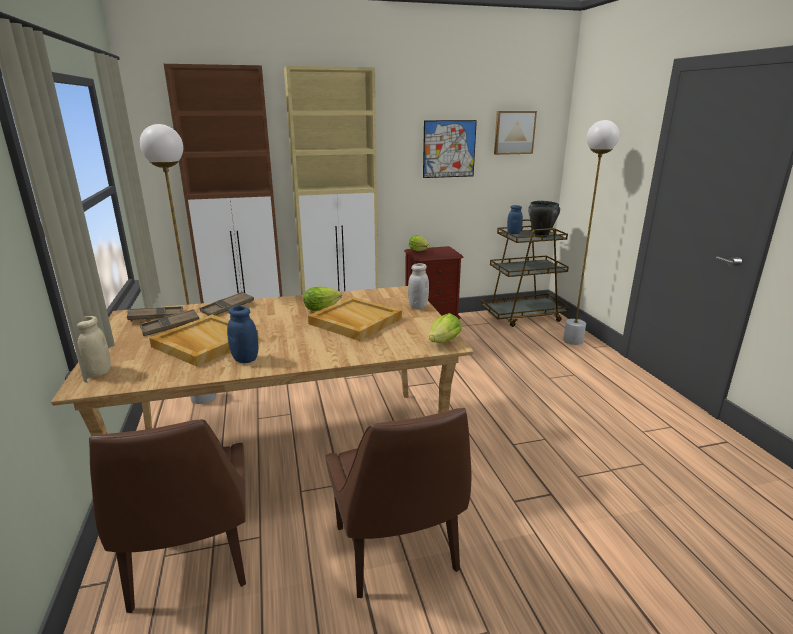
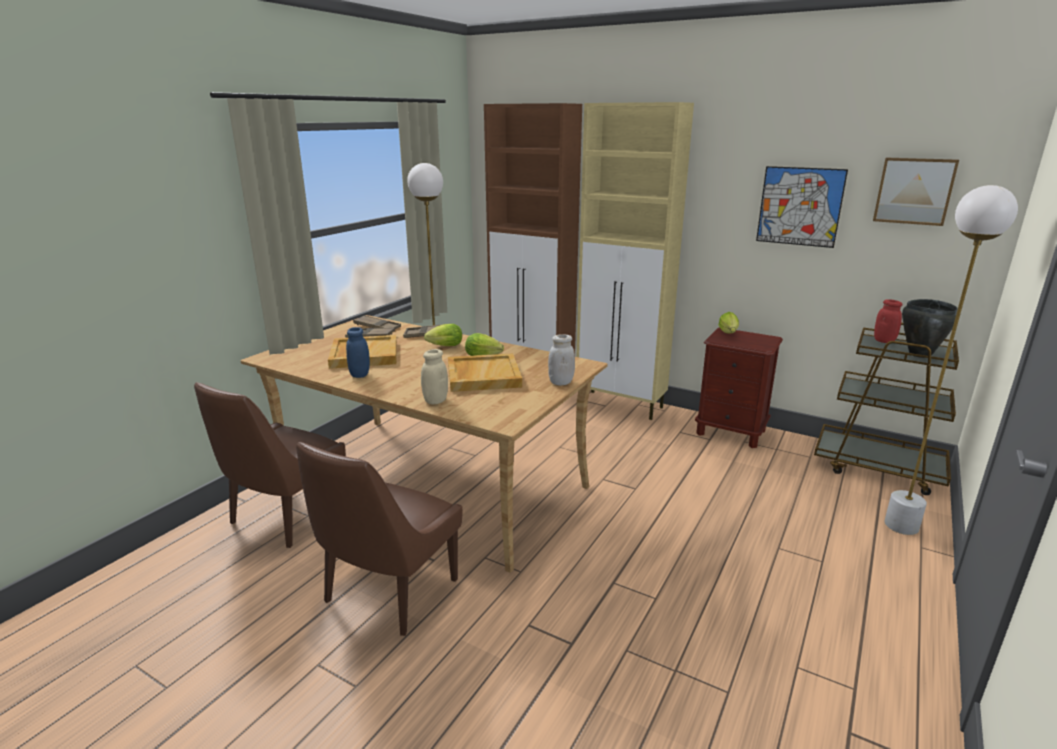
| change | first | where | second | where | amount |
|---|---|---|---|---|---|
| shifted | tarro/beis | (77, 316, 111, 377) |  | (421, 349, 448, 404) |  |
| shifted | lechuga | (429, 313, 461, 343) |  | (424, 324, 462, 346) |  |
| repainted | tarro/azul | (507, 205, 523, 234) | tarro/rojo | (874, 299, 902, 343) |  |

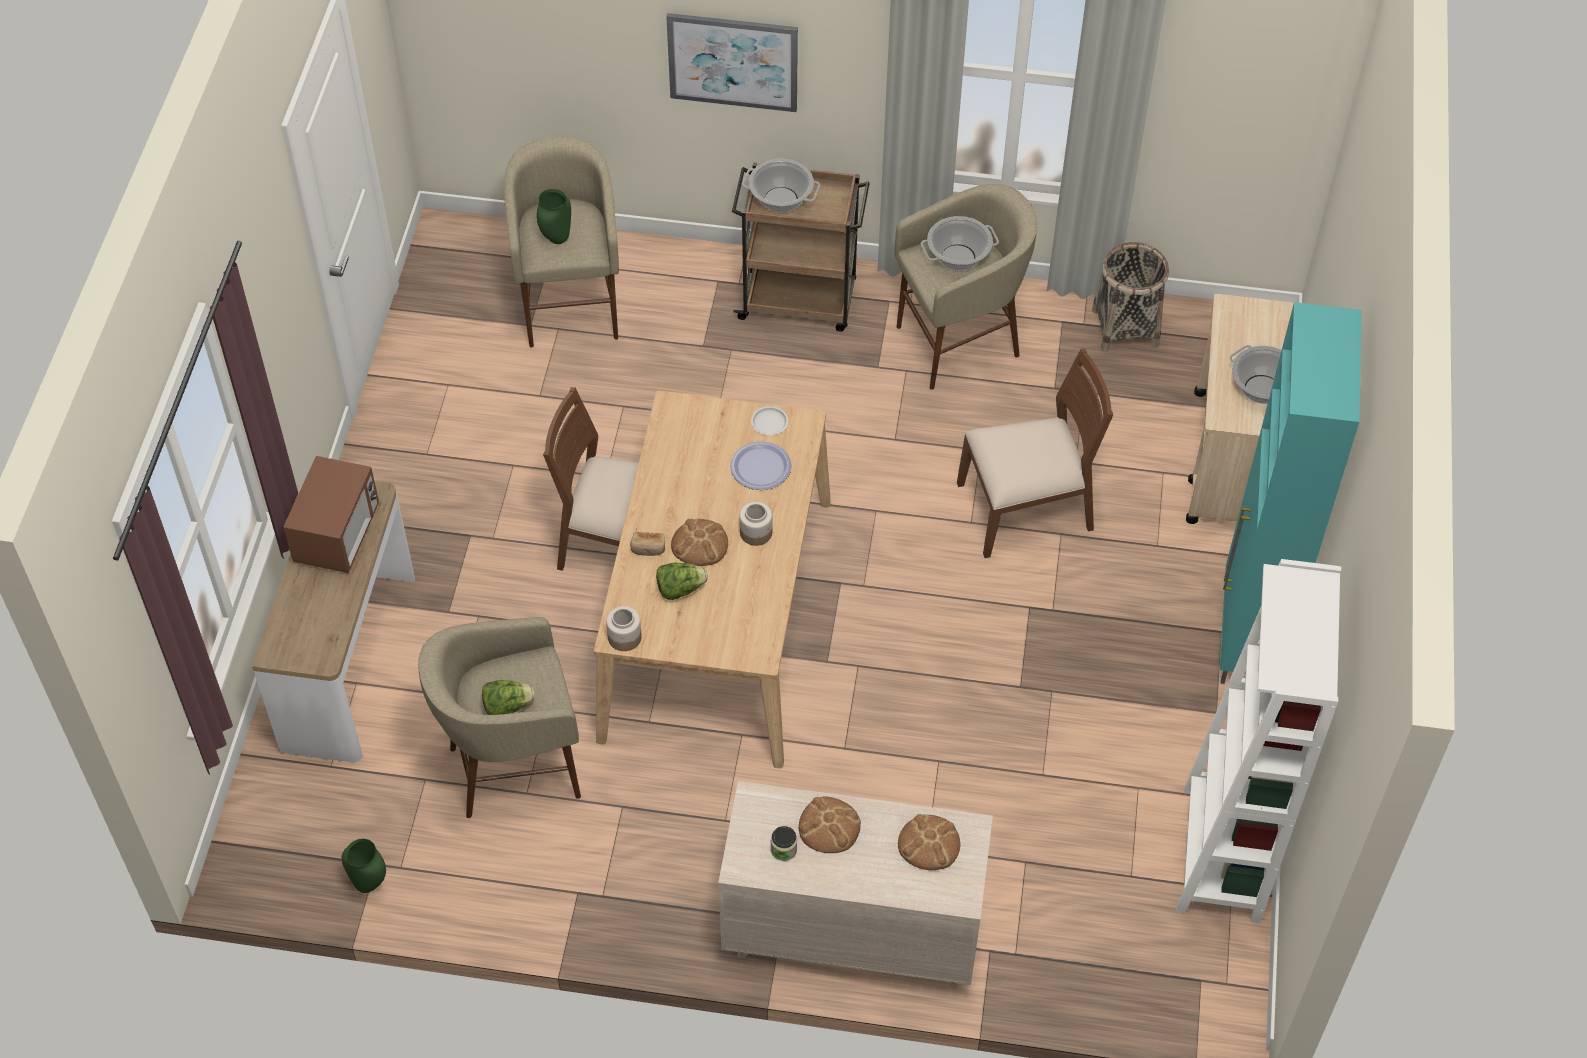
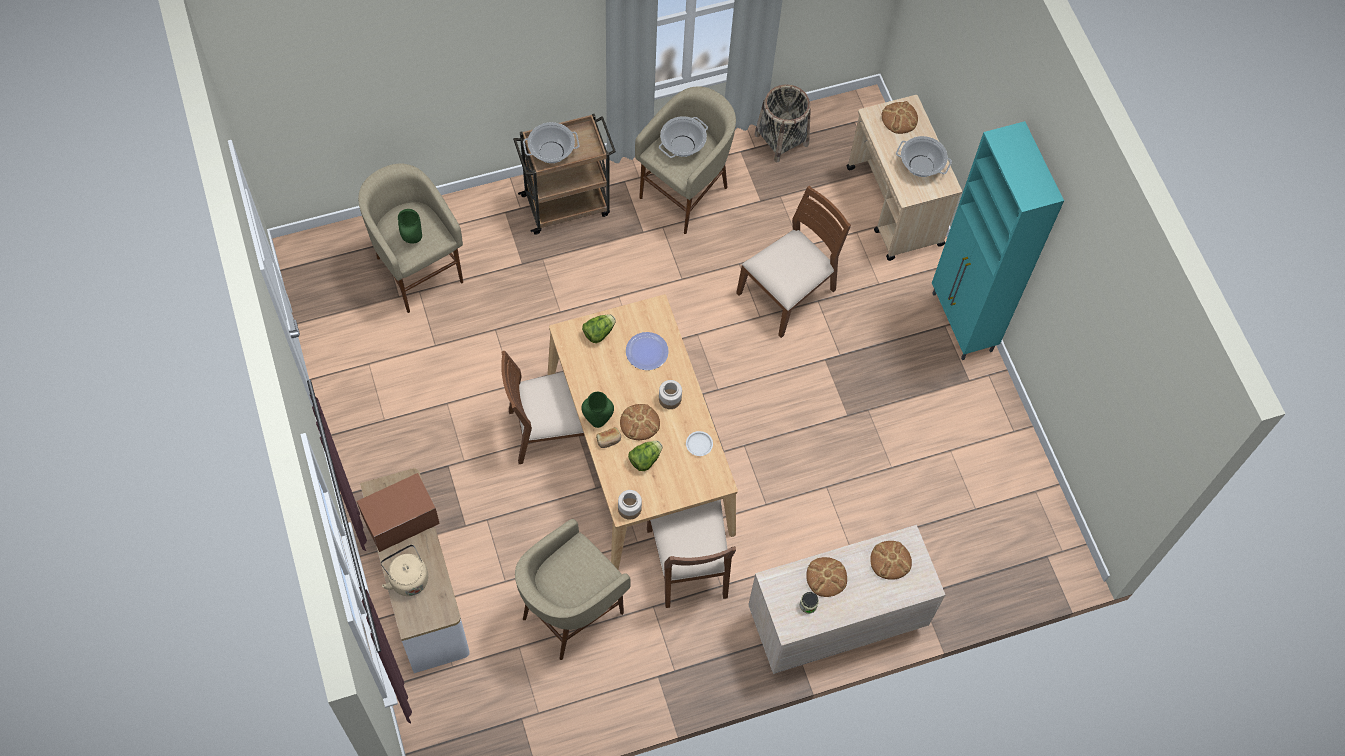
| change | first | where | second | where | amount |
|---|---|---|---|---|---|
| rotated | microondas | (283, 456, 379, 573) |  | (357, 473, 440, 552) | 105 degrees counterclockwise |
| shifted | florero/verde | (342, 839, 386, 893) |  | (581, 392, 614, 428) |  |
| shifted | lechuga | (482, 680, 535, 715) |  | (582, 314, 616, 343) |  |
| gone | cuadro | (666, 13, 798, 112) |  |  |  |
| shifted | plato/blanco | (751, 406, 788, 435) |  | (686, 431, 713, 456) |  |
| gone | estantería/blanco | (1176, 559, 1341, 924) |  |  |  |
| new |  |  | hervidor/beis | (381, 544, 428, 596) |  |
| new |  |  | silla/marrón | (647, 500, 736, 608) |  |
| new |  |  | pan | (882, 101, 918, 134) |  |

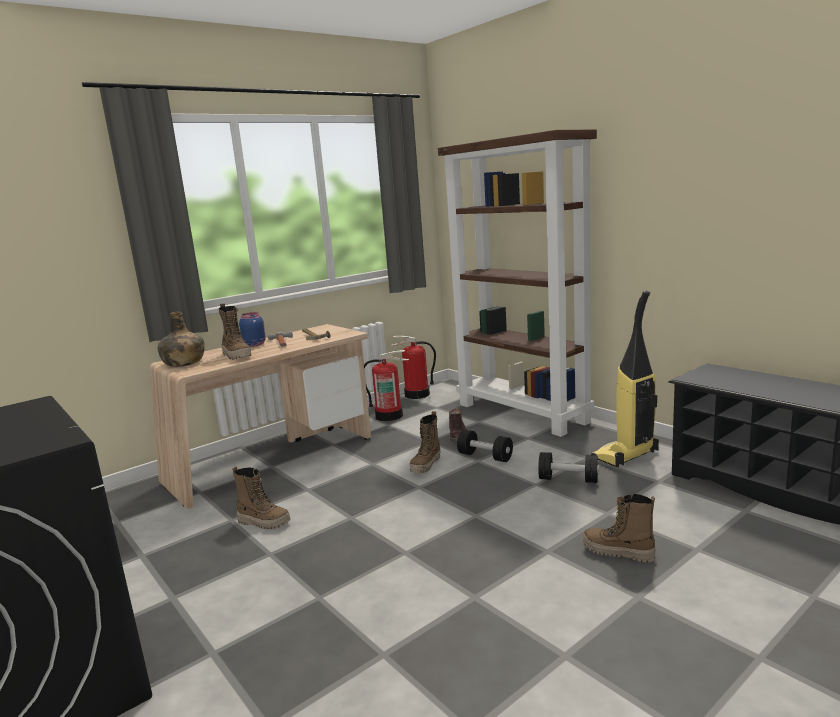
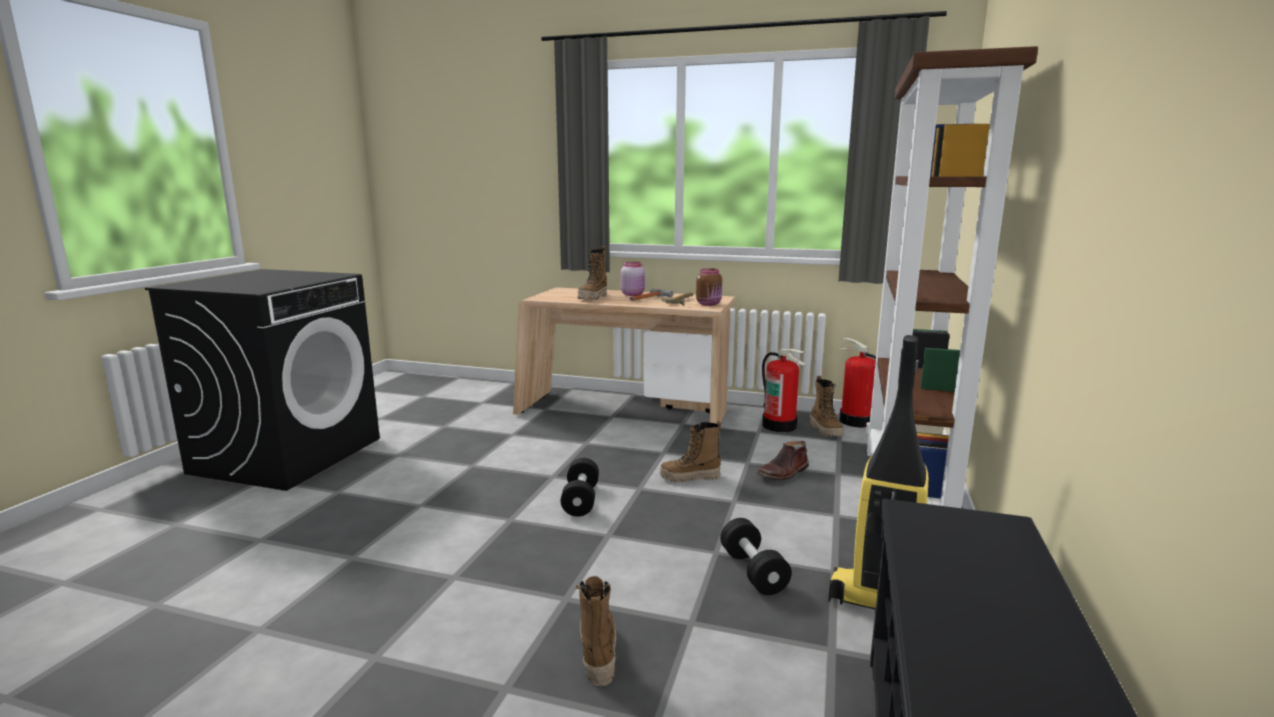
| change | first | where | second | where | amount |
|---|---|---|---|---|---|
| gone | botella/verde | (158, 312, 205, 367) |  |  |  |
| shifted | bota | (232, 466, 291, 529) |  | (809, 376, 844, 437) |  |
| repainted | tarro/azul | (239, 312, 266, 347) | tarro/rosa | (621, 262, 645, 296) |  |
| shifted | mancuerna/negro | (457, 430, 513, 462) |  | (561, 458, 599, 517) |  |
| new |  |  | tarro/marrón | (696, 268, 722, 306) |  |

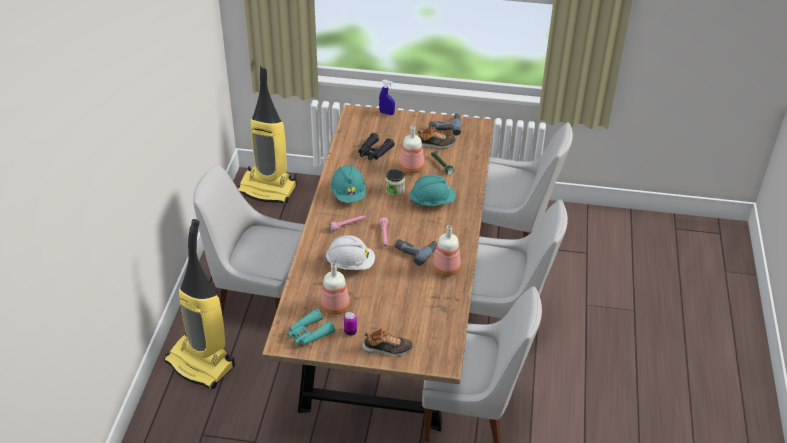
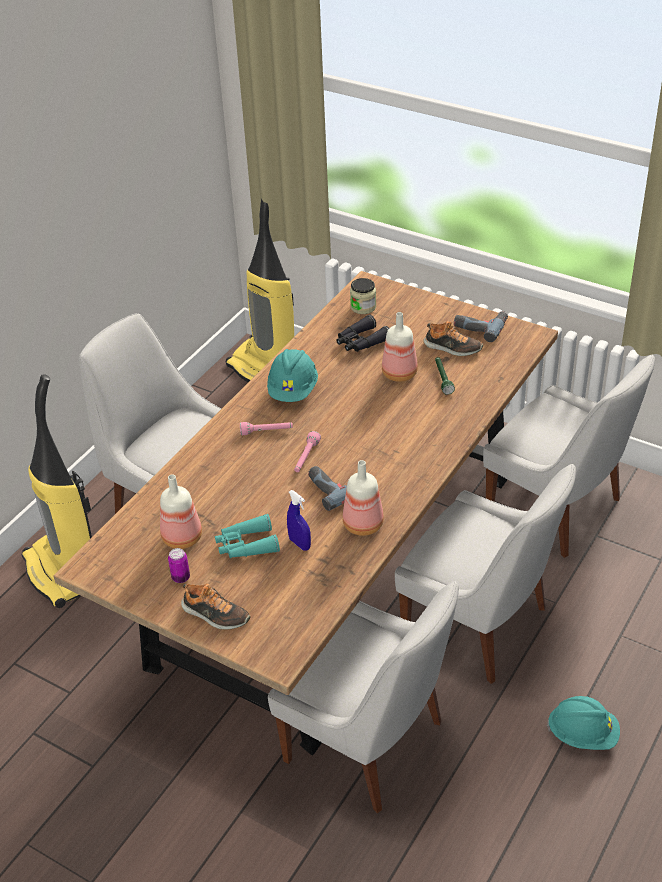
| change | first | where | second | where | amount |
|---|---|---|---|---|---|
| shifted | prismáticos/turquesa | (287, 309, 335, 345) |  | (215, 514, 280, 558) |  |
| gone | casco/blanco | (325, 235, 375, 270) |  |  |  |
| shifted | pulverizador/azul | (379, 80, 395, 115) |  | (287, 490, 311, 551) |  |
| shifted | tarro | (385, 169, 405, 196) |  | (350, 278, 376, 314) |  |
| shifted | casco/turquesa | (409, 175, 456, 206) |  | (547, 696, 620, 750) |  |

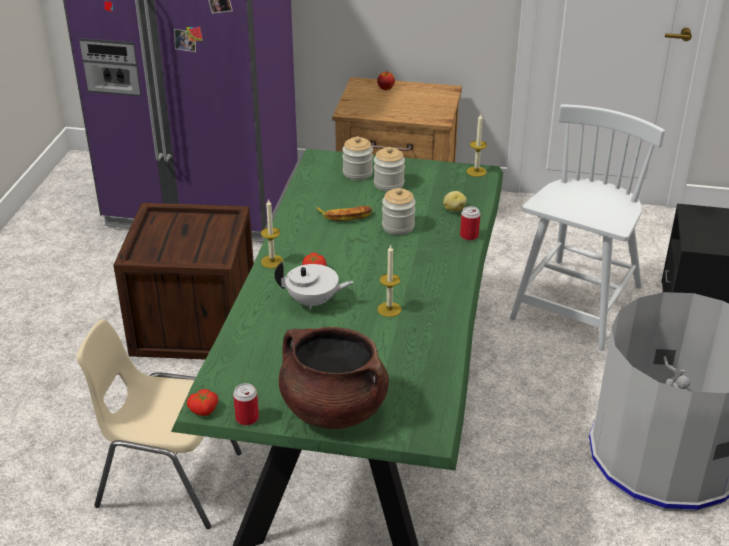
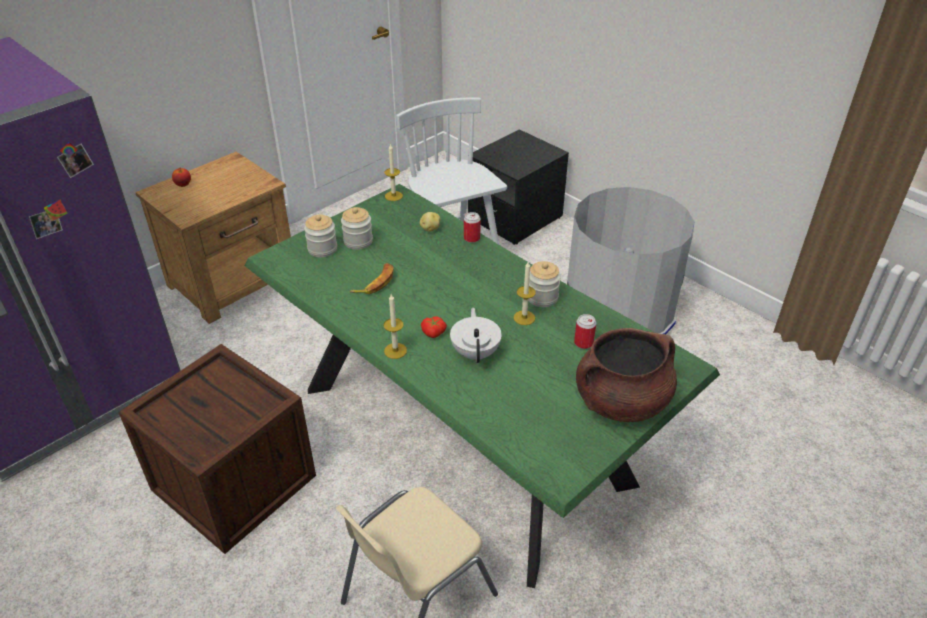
| change | first | where | second | where | amount |
|---|---|---|---|---|---|
| gone | tomate | (187, 389, 218, 416) |  |  |  |
| shifted | lata | (233, 383, 259, 426) |  | (574, 314, 596, 349) |  |
| rotated | tetera/blanco | (275, 261, 353, 310) |  | (450, 308, 502, 363) | 45 degrees counterclockwise |
| shifted | tarro | (382, 188, 415, 235) |  | (528, 261, 561, 307) |  |

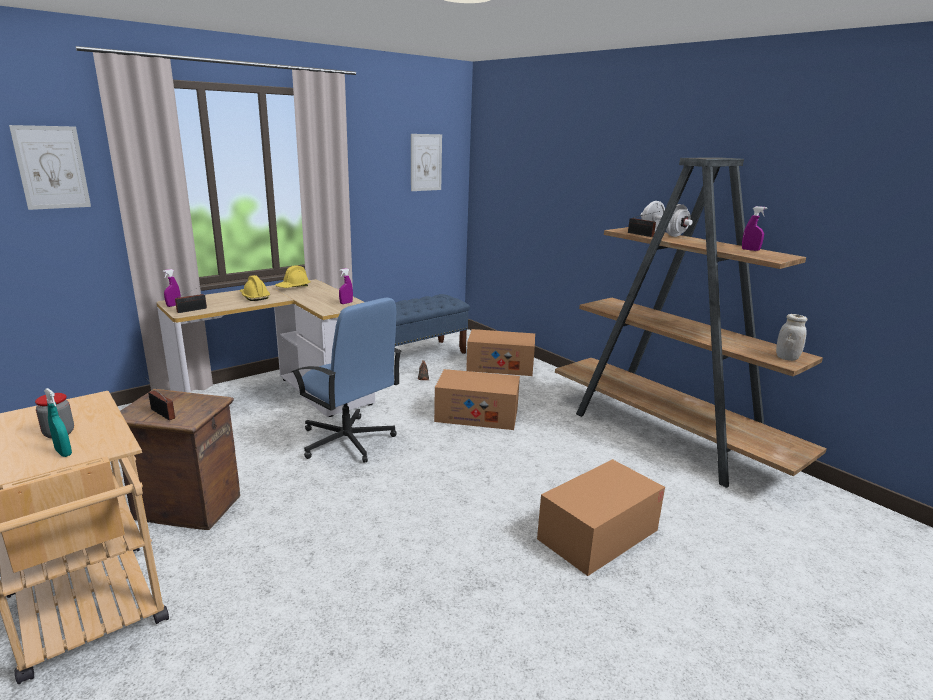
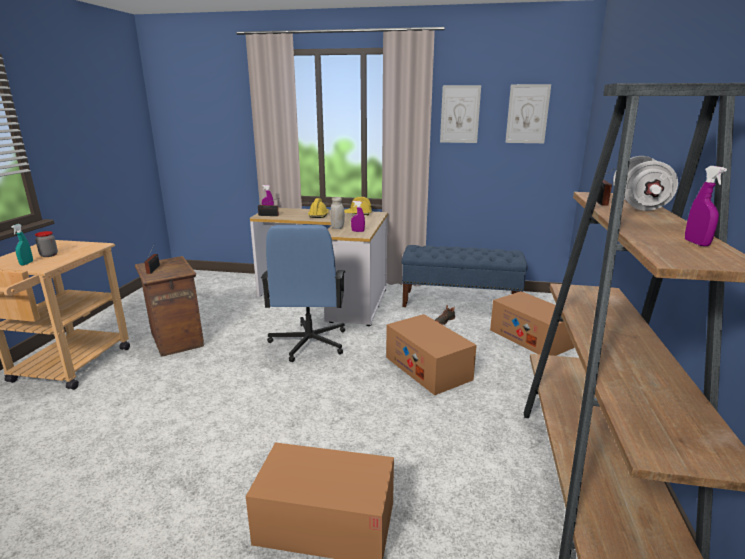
| change | first | where | second | where | amount |
|---|---|---|---|---|---|
| shifted | cuadro | (9, 125, 91, 210) |  | (440, 85, 481, 143) |  |
| shifted | tarro/blanco | (776, 314, 807, 361) |  | (330, 197, 345, 229) |  |

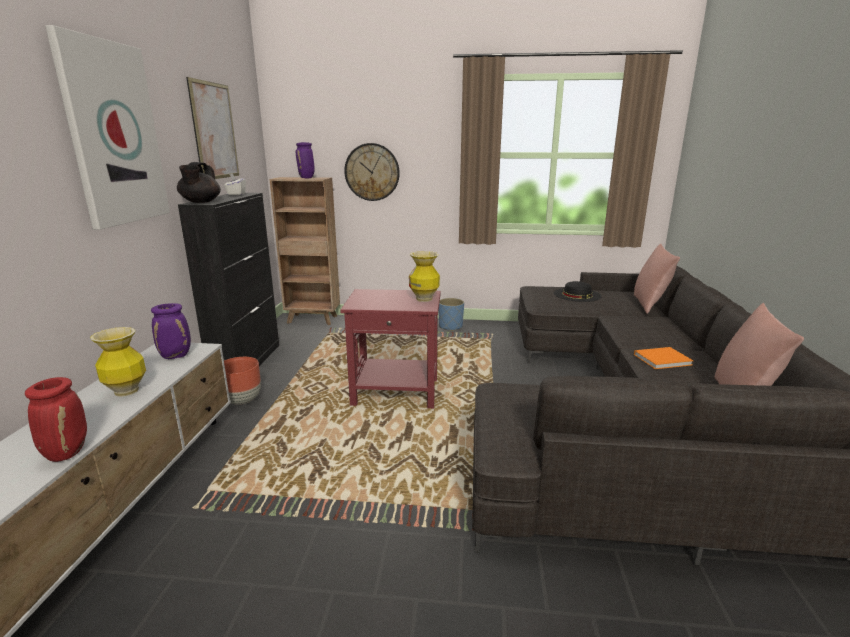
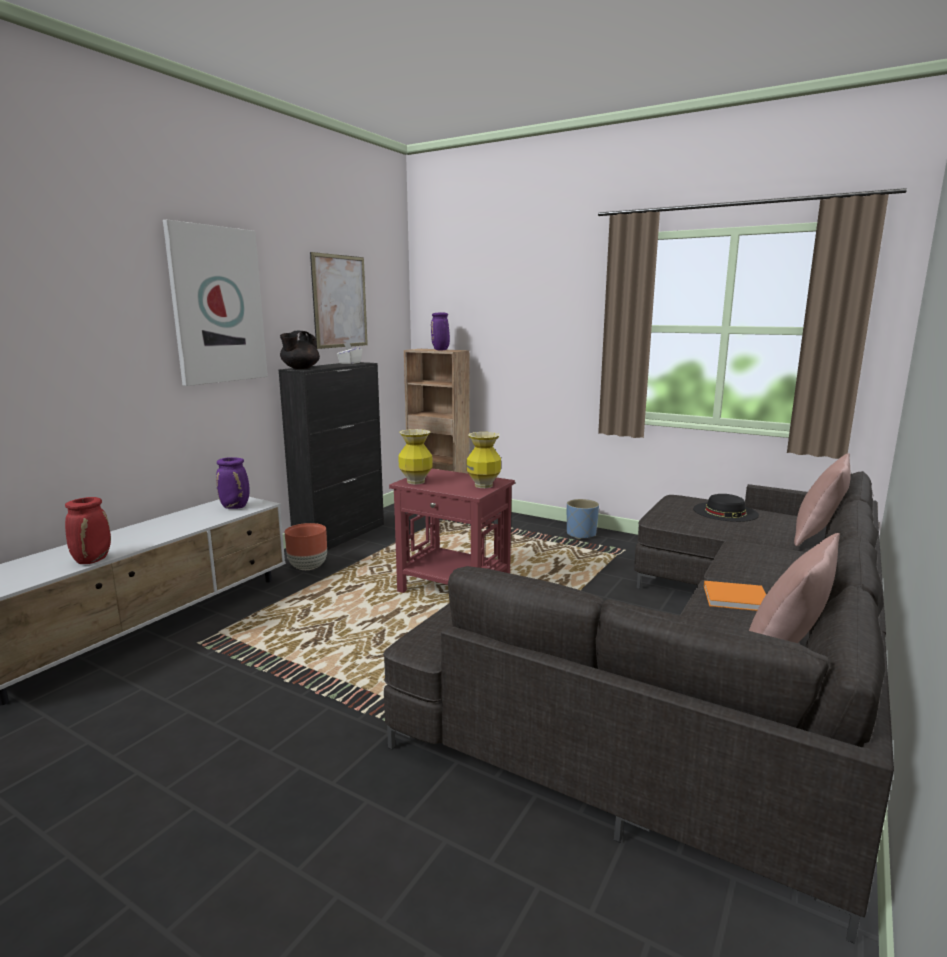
| change | first | where | second | where | amount |
|---|---|---|---|---|---|
| shifted | florero | (90, 327, 146, 397) |  | (398, 429, 433, 484) |  |
| gone | reloj de pared | (344, 143, 400, 201) |  |  |  |

